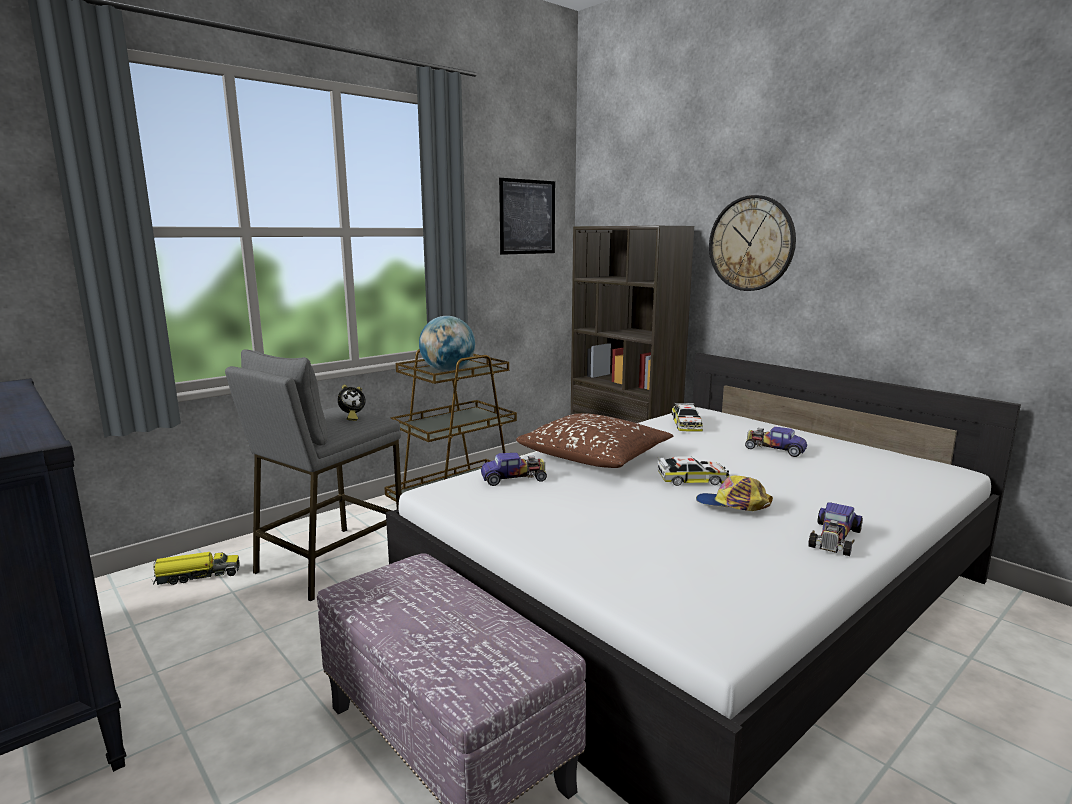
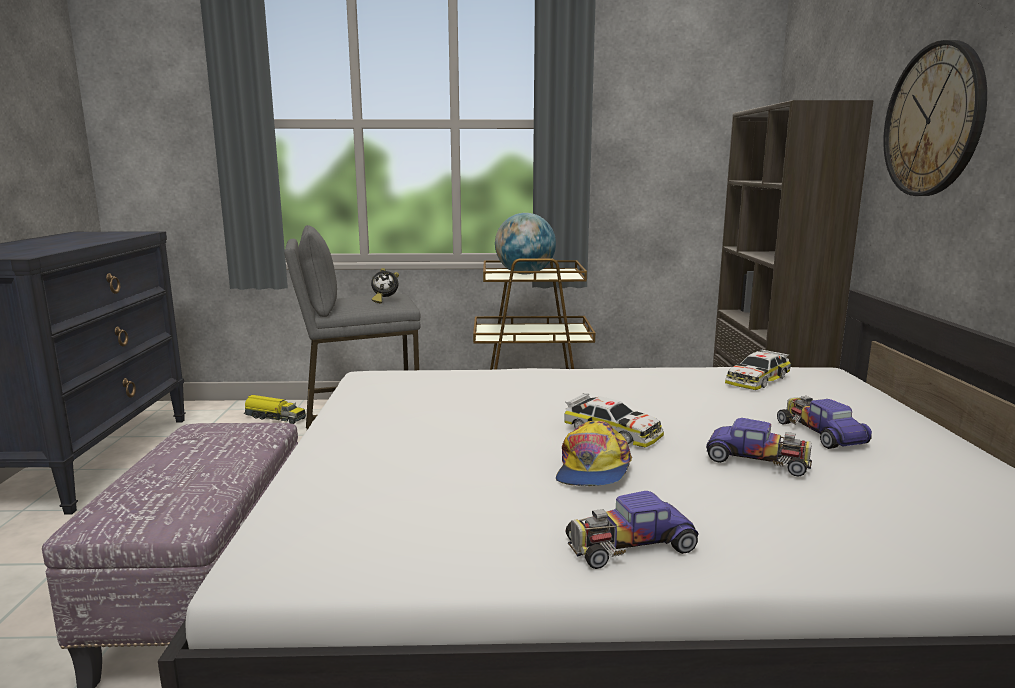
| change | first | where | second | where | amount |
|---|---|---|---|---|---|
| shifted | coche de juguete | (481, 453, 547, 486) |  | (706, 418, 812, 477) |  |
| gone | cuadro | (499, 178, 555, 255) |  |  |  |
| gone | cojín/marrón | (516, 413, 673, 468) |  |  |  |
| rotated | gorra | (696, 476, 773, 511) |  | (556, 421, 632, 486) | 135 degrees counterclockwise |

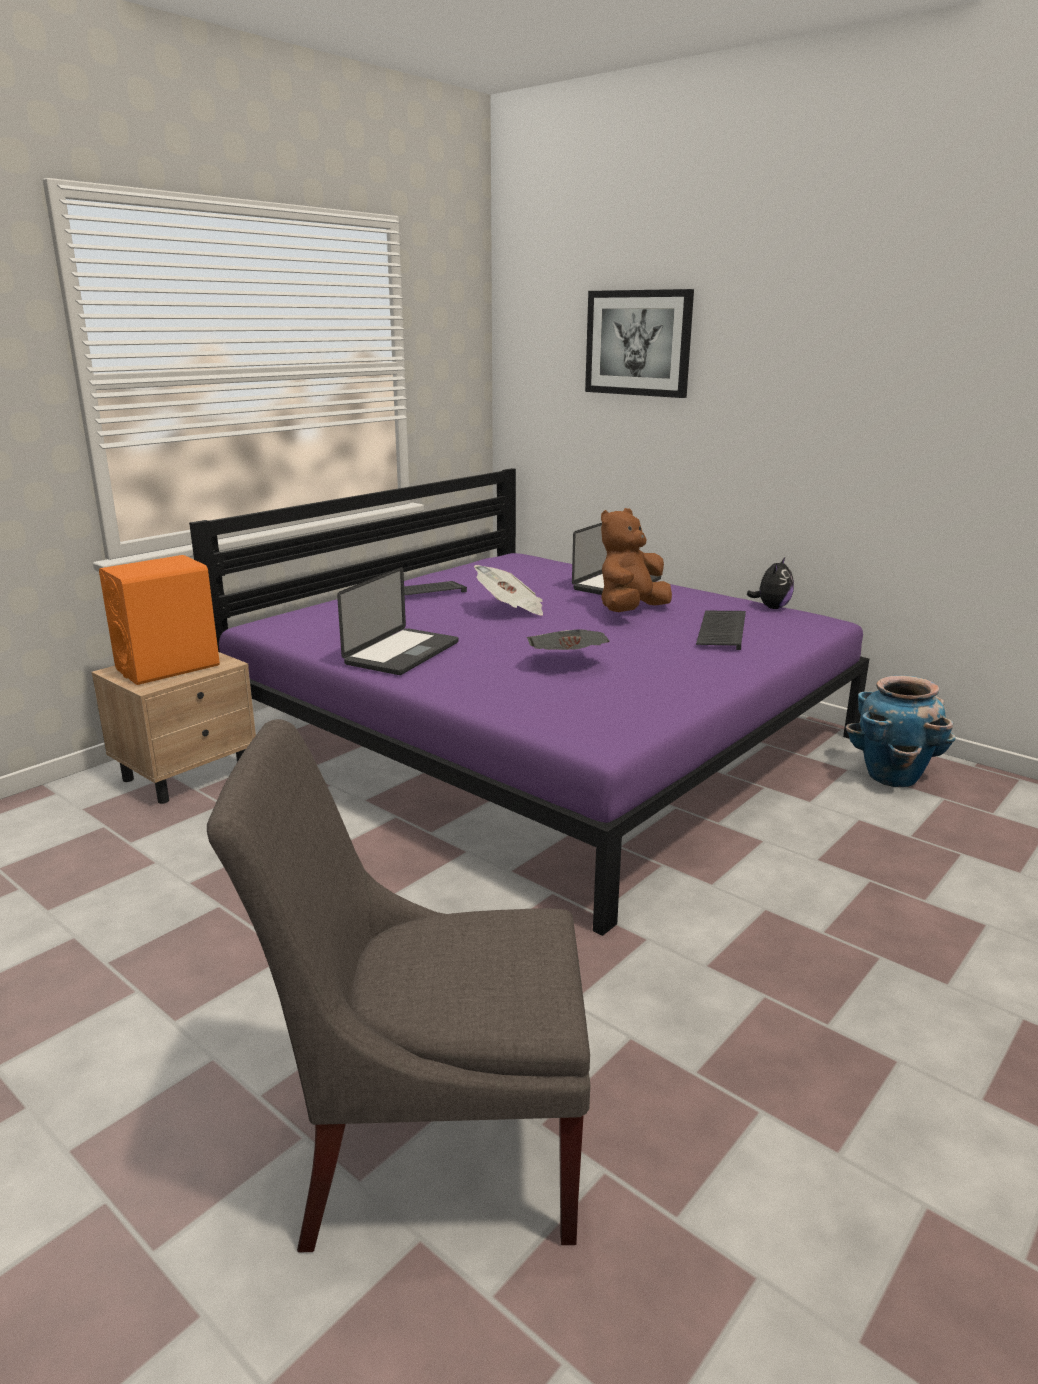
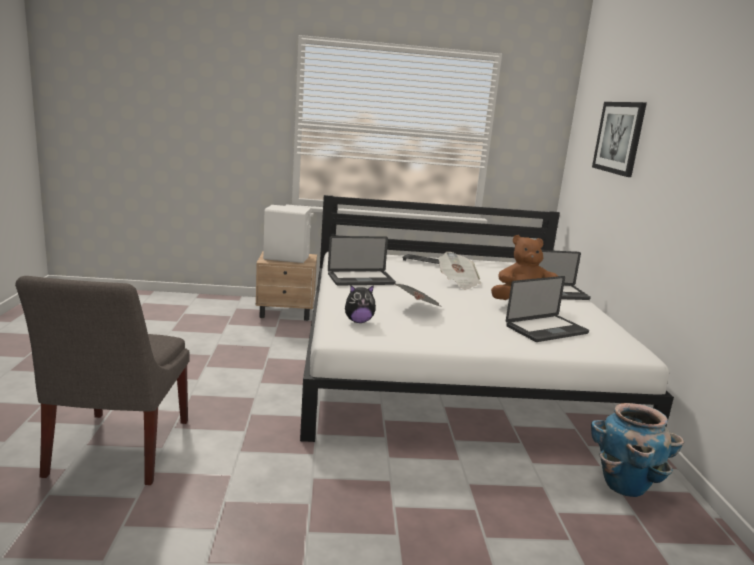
| change | first | where | second | where | amount |
|---|---|---|---|---|---|
| repainted | altavoz/naranja | (99, 555, 220, 685) | altavoz/blanco | (263, 205, 313, 263) |  |
| repainted | cama/morado | (189, 468, 869, 936) | cama/blanco | (300, 195, 674, 442) |  |
| rotated | silla/gris | (207, 719, 590, 1252) |  | (15, 276, 189, 485) | 135 degrees counterclockwise |
| swapped | teclado | (696, 611, 746, 650) | portátil | (506, 276, 589, 342) |  |
| shifted | peluche | (747, 557, 794, 609) |  | (345, 285, 376, 323) |  |

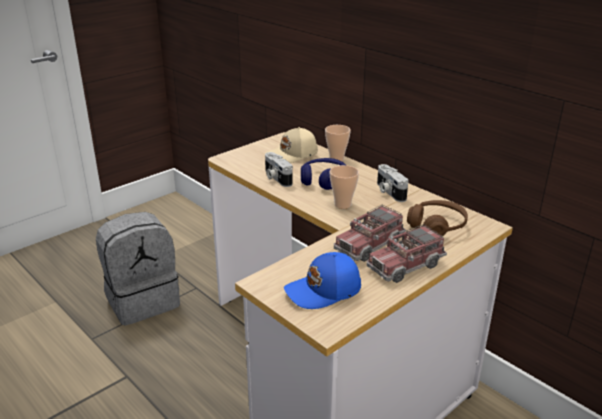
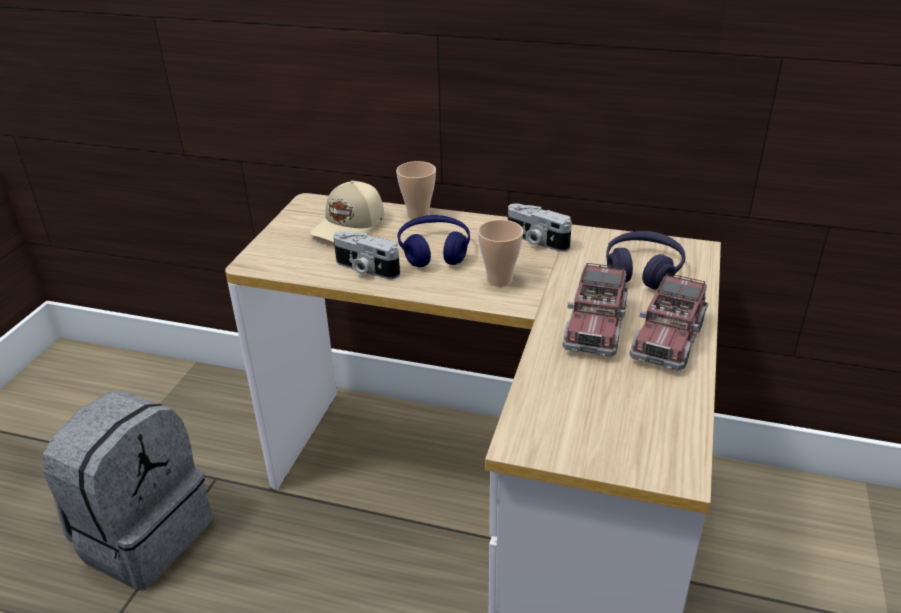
| change | first | where | second | where | amount |
|---|---|---|---|---|---|
| gone | gorra/azul | (284, 252, 361, 309) |  |  |  |
| repainted | auriculares/marrón | (407, 200, 468, 236) | auriculares/morado | (606, 231, 686, 290) |  |

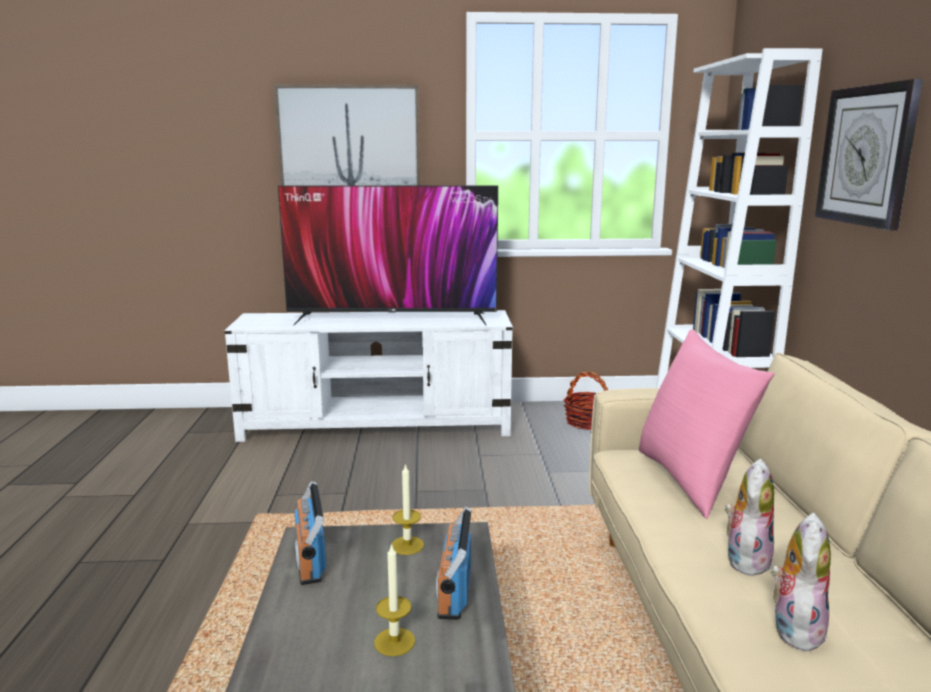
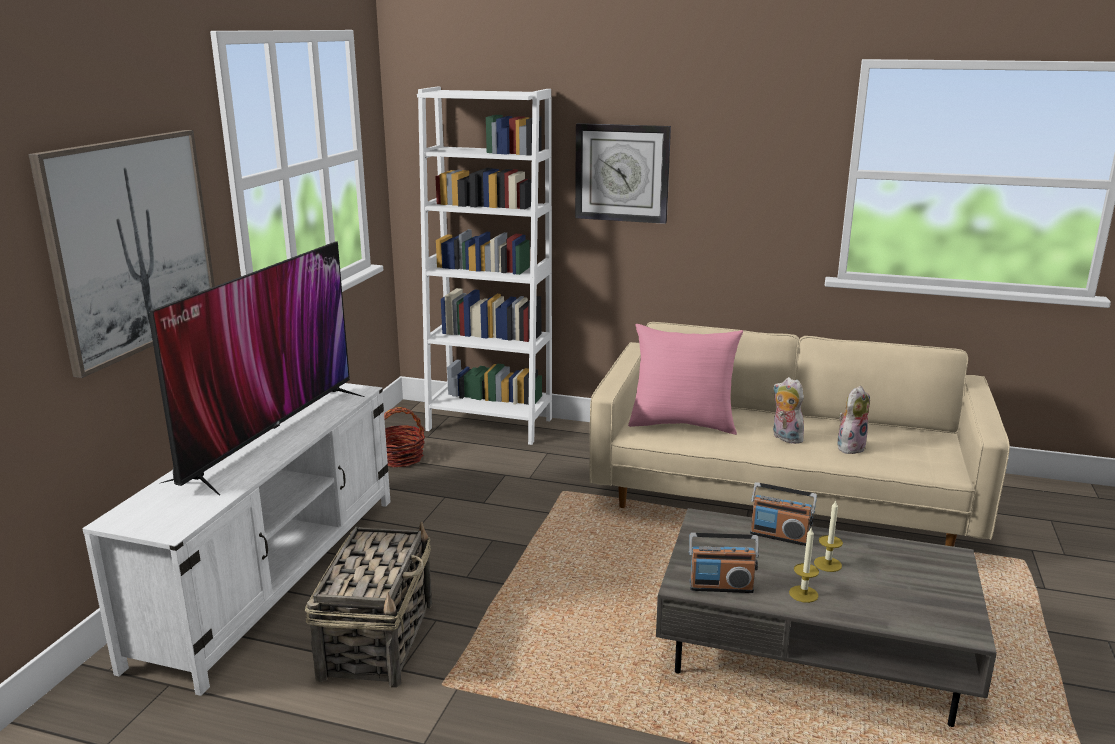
| change | first | where | second | where | amount |
|---|---|---|---|---|---|
| shifted | vela | (392, 463, 424, 555) |  | (789, 528, 819, 603) |  |
| rotated | peluche | (771, 512, 831, 651) |  | (837, 386, 870, 454) | 90 degrees clockwise |
| new |  |  | cesta | (305, 522, 432, 687) |  |

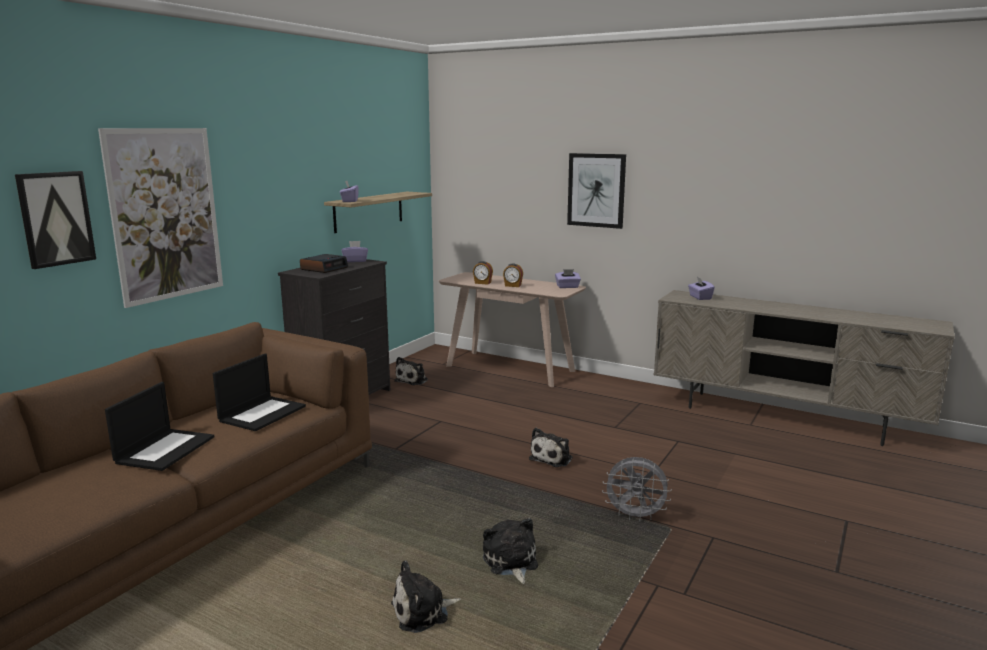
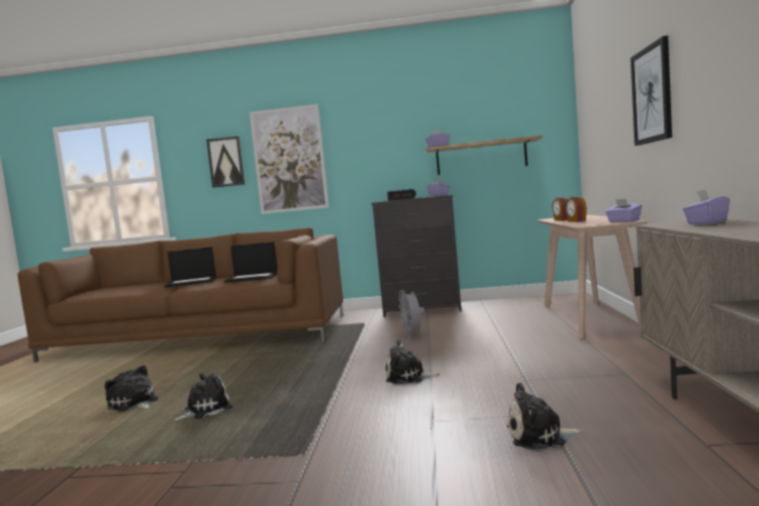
| change | first | where | second | where | amount |
|---|---|---|---|---|---|
| shifted | peluche | (394, 357, 428, 385) |  | (507, 382, 583, 450) |  |
| shifted | ventilador/gris | (602, 457, 672, 520) |  | (398, 290, 425, 337) |  |

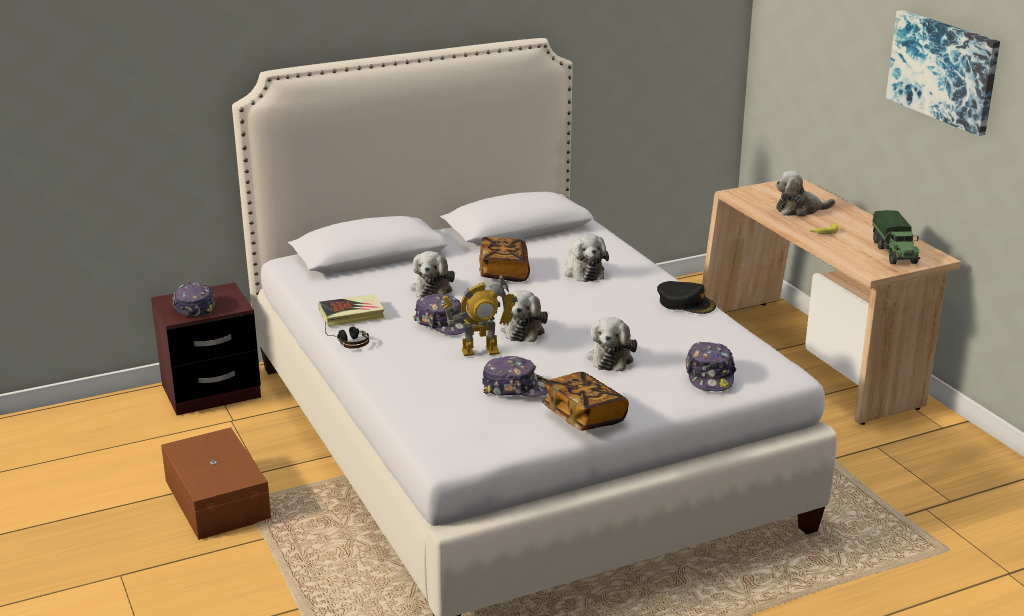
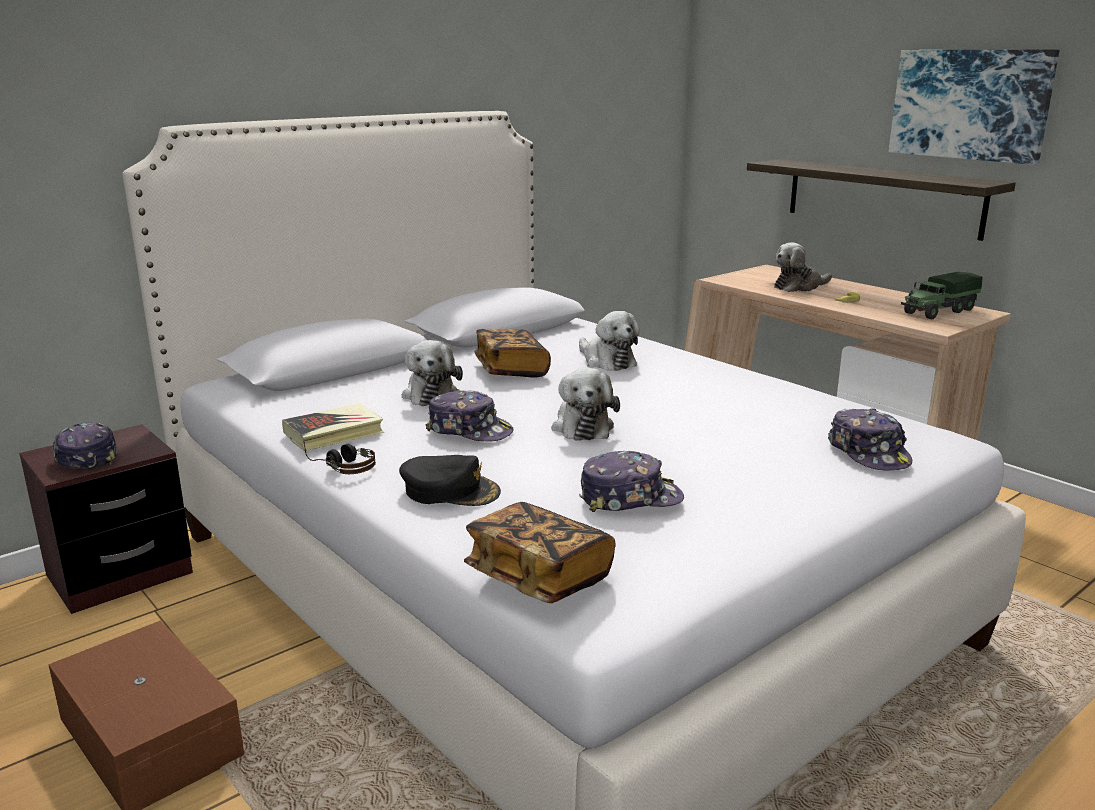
| change | first | where | second | where | amount |
|---|---|---|---|---|---|
| gone | robot de juguete | (442, 275, 518, 356) |  |  |  |
| shifted | libro | (542, 372, 629, 431) |  | (464, 502, 616, 603) |  |
| gone | peluche | (587, 317, 637, 371) |  |  |  |
| shifted | gorra/negro | (657, 281, 716, 314) |  | (399, 455, 501, 506) |  |
| rotated | camión de juguete | (872, 210, 920, 264) |  | (901, 271, 982, 319) | 75 degrees clockwise |
| new |  |  | estante | (747, 159, 1016, 241) |  |

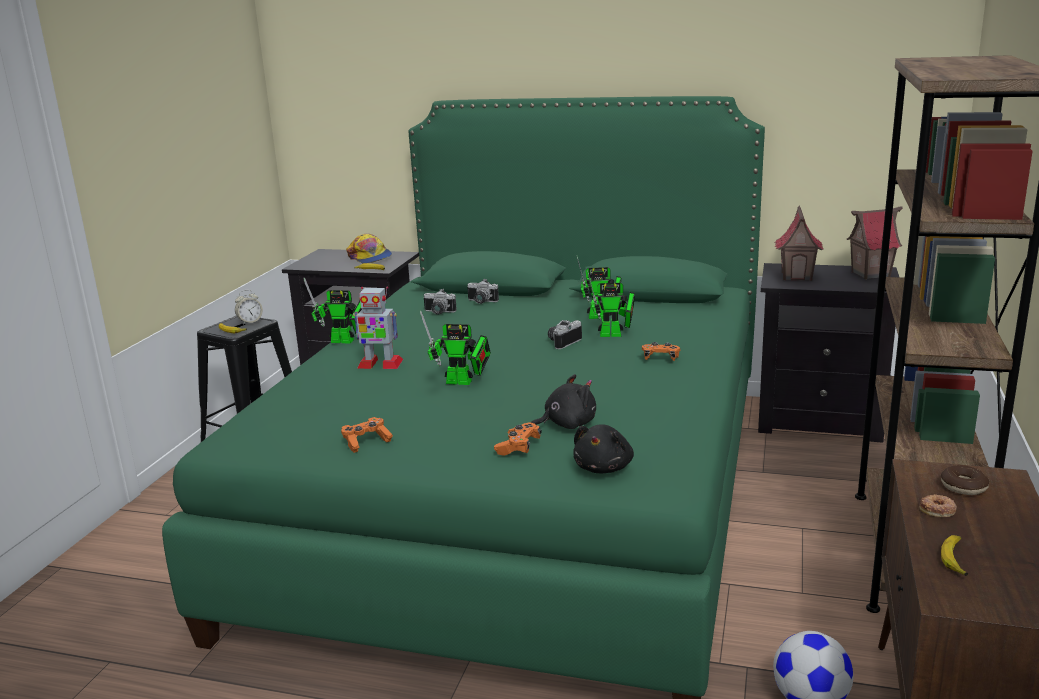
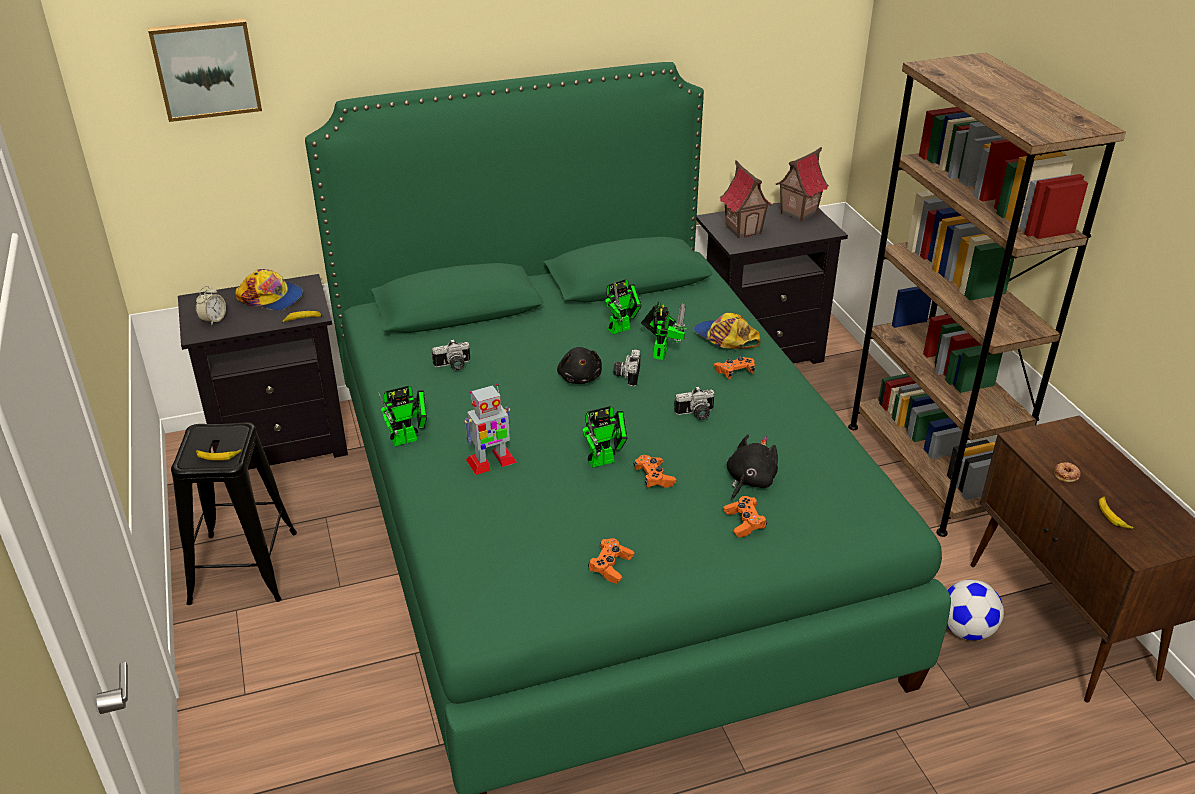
| change | first | where | second | where | amount |
|---|---|---|---|---|---|
| shifted | despertador | (235, 290, 263, 325) |  | (196, 286, 226, 326) |  |
| shifted | cámara | (467, 279, 499, 304) |  | (674, 386, 714, 420) |  |
| shifted | peluche/negro | (573, 424, 634, 473) |  | (557, 347, 602, 384) |  |
| rotated | robot de juguete | (587, 270, 635, 337) |  | (641, 302, 686, 360) | 45 degrees counterclockwise |
| gone | rosquilla | (941, 465, 989, 495) |  |  |  |
| new |  |  | cuadro | (148, 18, 262, 122) |  |
| new |  |  | mando de consola/naranja | (633, 455, 676, 488) |  |
| new |  |  | gorra | (693, 313, 761, 349) |  |

